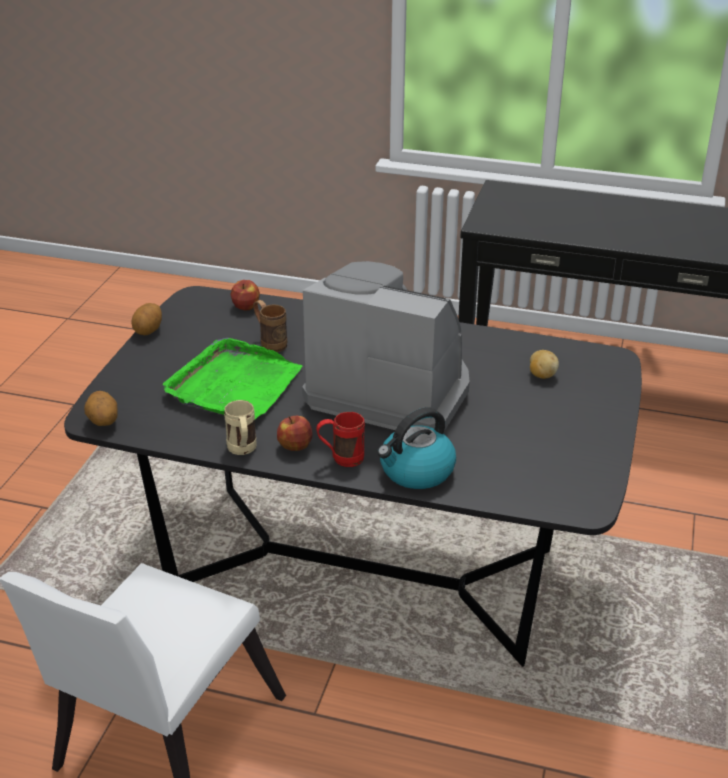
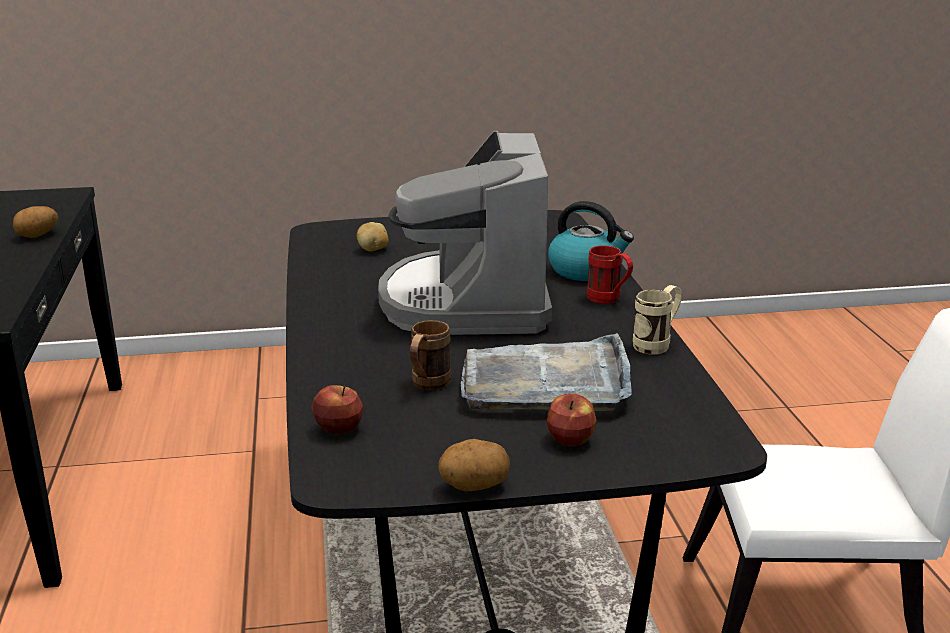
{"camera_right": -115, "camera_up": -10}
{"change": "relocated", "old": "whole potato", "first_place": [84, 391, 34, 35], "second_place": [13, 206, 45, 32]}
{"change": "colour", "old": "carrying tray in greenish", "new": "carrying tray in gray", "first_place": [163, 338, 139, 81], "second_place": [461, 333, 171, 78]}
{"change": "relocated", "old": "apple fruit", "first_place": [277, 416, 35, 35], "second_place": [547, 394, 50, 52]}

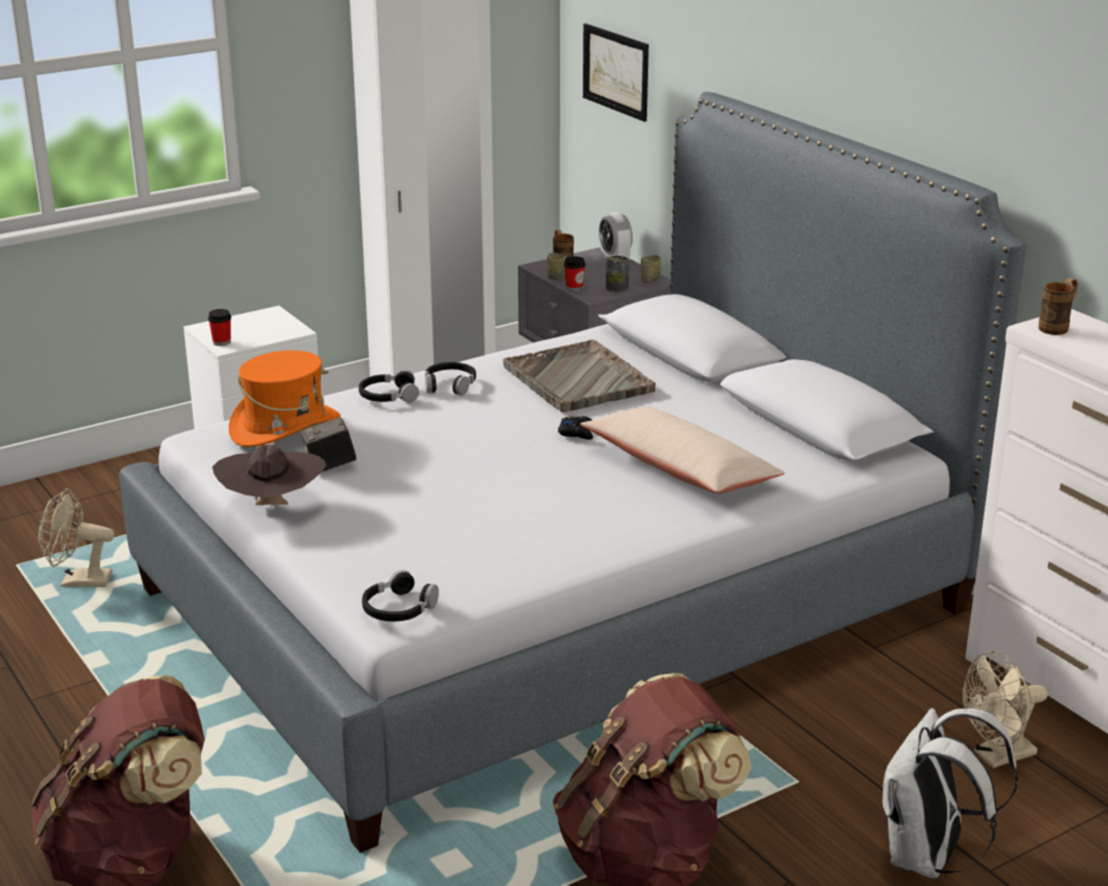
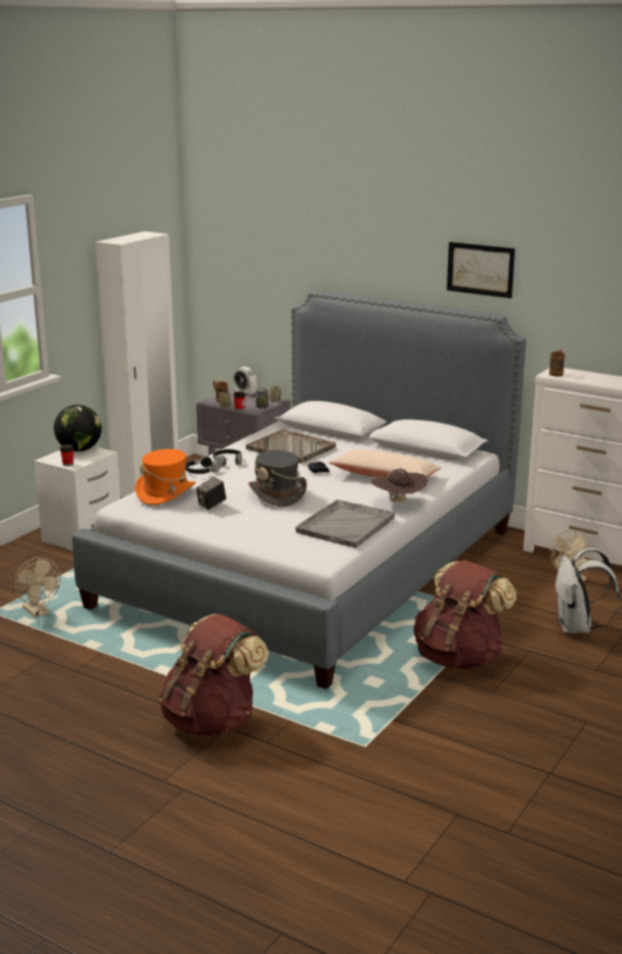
{"camera_right": -25, "camera_up": -5}
{"change": "spun", "old": "cooling fan in beige", "first_place": [39, 488, 75, 99], "second_place": [15, 557, 46, 60], "degrees": -105}
{"change": "relocated", "old": "hat in brown-coloured", "first_place": [212, 445, 115, 60], "second_place": [371, 468, 57, 34]}
{"change": "missing", "old": "headphones in black-coloured", "first_place": [362, 570, 77, 51]}
{"change": "relocated", "old": "wall art", "first_place": [583, 23, 66, 99], "second_place": [447, 242, 68, 56]}
{"change": "appeared", "new": "world globe", "second_place": [54, 405, 48, 47]}
{"change": "appeared", "new": "hat in gray", "second_place": [248, 450, 59, 57]}
{"change": "appeared", "new": "carrying tray in gray", "second_place": [296, 499, 99, 49]}

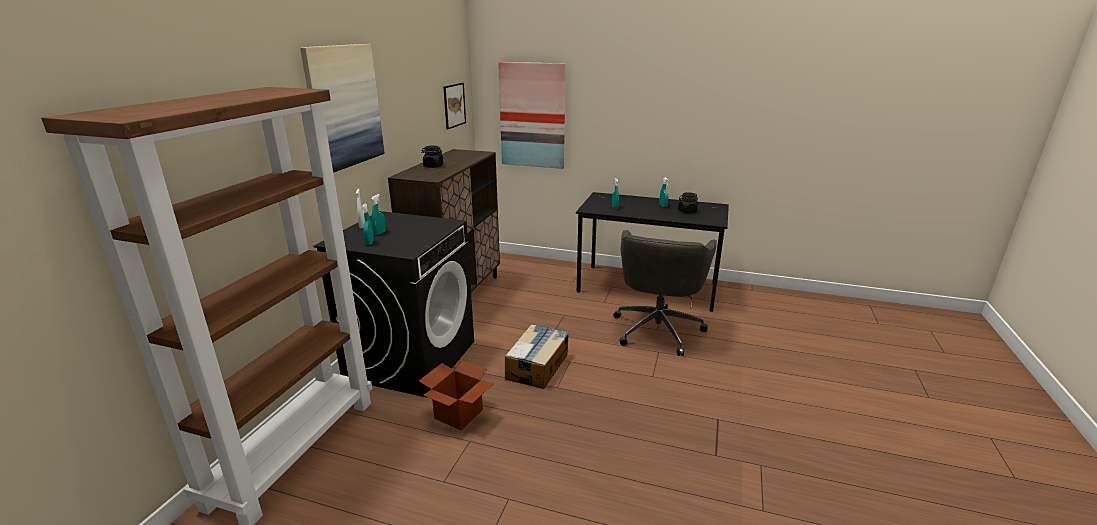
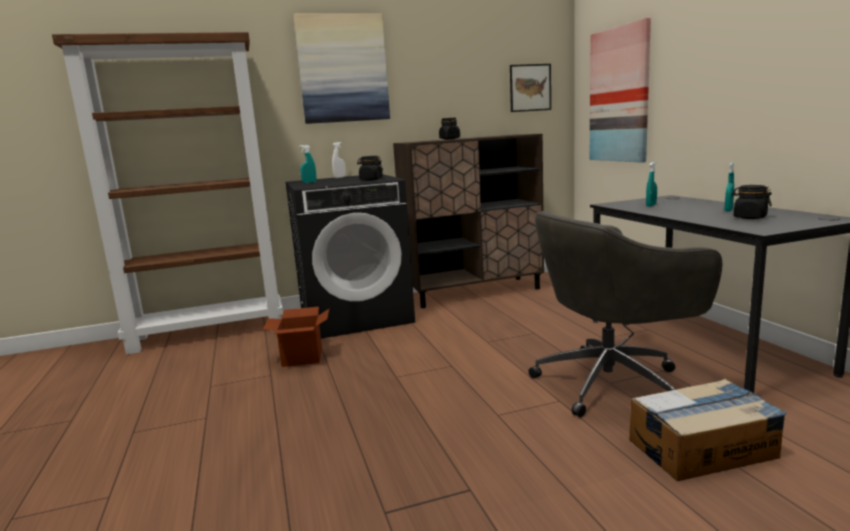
{"camera_right": 55, "camera_up": -10}
{"change": "missing", "old": "sprayer in turquoise-coloured", "first_place": [371, 194, 15, 41]}
{"change": "relocated", "old": "carton", "first_place": [505, 324, 64, 65], "second_place": [629, 379, 158, 102]}
{"change": "appeared", "new": "storage jar in black-coloured", "second_place": [357, 156, 26, 24]}

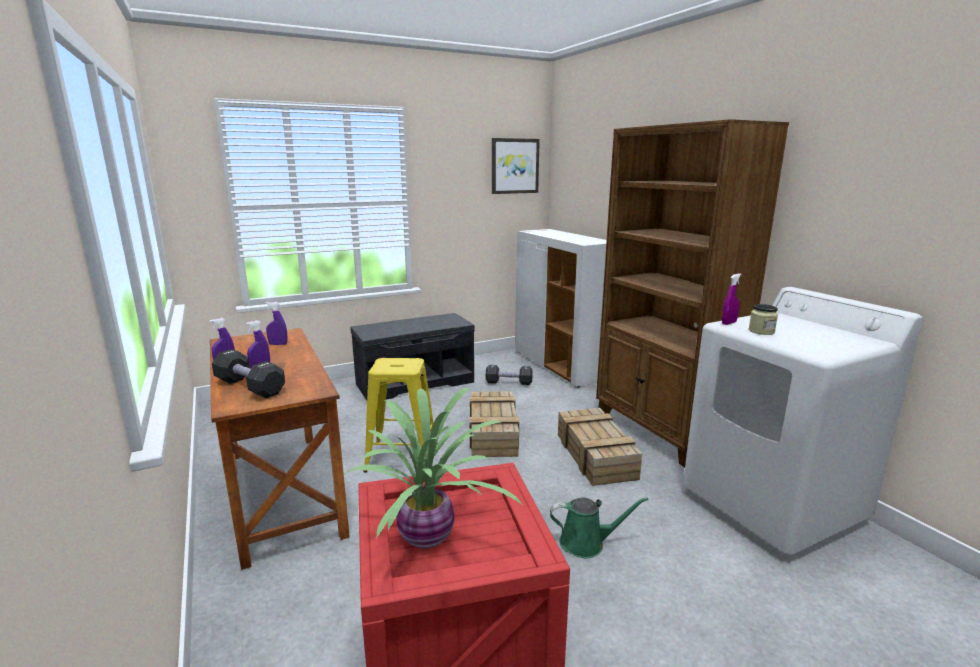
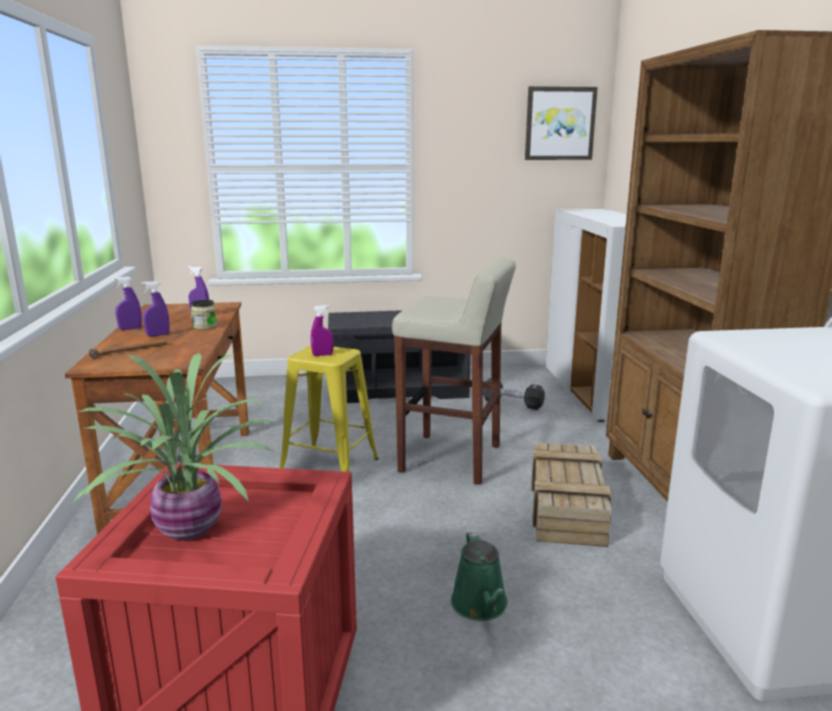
{"camera_right": 20, "camera_up": 0}
{"change": "exchanged", "old": "free weight in black-coloured", "new": "tool hammer", "first_place": [212, 349, 73, 49], "second_place": [89, 339, 78, 20]}
{"change": "exchanged", "old": "packing crate", "new": "stool seat in beige", "first_place": [470, 391, 49, 66], "second_place": [392, 258, 124, 227]}
{"change": "spun", "old": "watering can in greenish", "first_place": [550, 497, 99, 61], "second_place": [451, 531, 57, 90], "degrees": 60}
{"change": "relocated", "old": "sprayer in purple", "first_place": [722, 273, 20, 52], "second_place": [311, 305, 23, 51]}
{"change": "relocated", "old": "storage jar", "first_place": [749, 304, 29, 31], "second_place": [190, 299, 27, 31]}

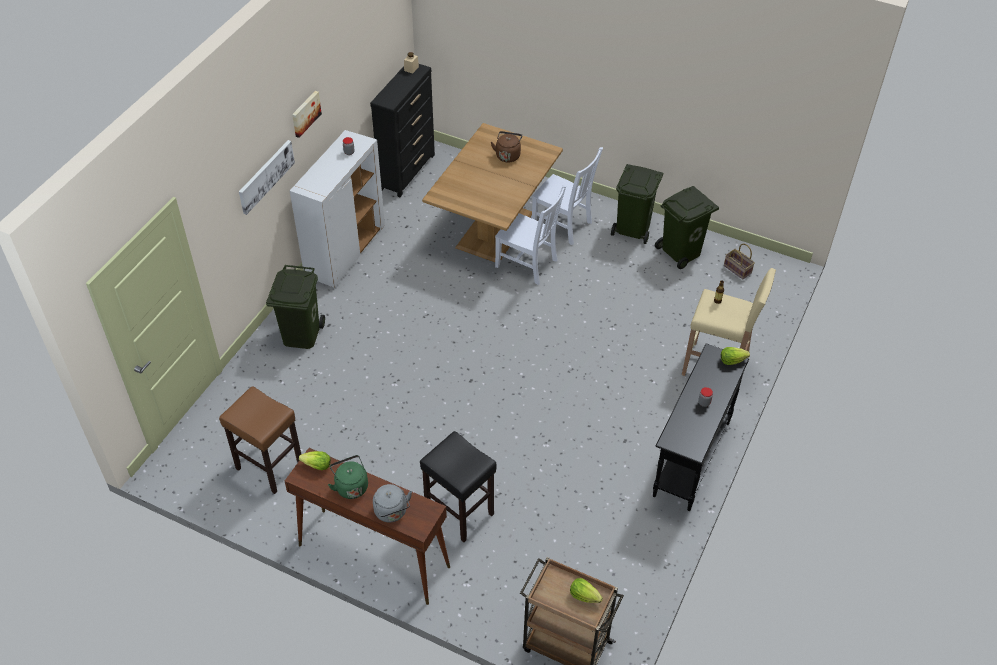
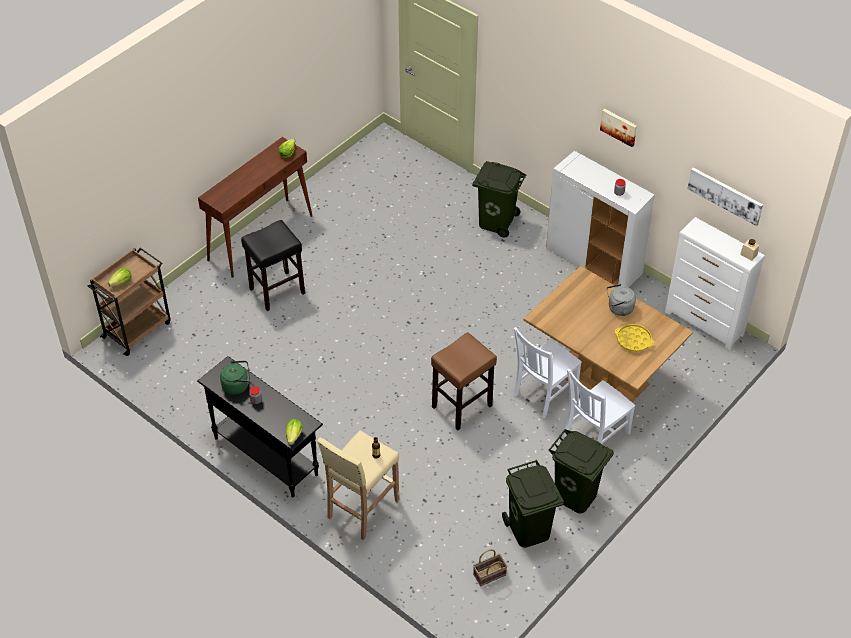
{"camera_right": 105, "camera_up": 0}
{"change": "relocated", "old": "stool seat in brown-coloured", "first_place": [219, 386, 82, 108], "second_place": [431, 332, 66, 98]}
{"change": "relocated", "old": "wall art", "first_place": [239, 140, 56, 75], "second_place": [687, 168, 76, 58]}
{"change": "relocated", "old": "water kettle in greenish", "first_place": [328, 455, 40, 44], "second_place": [220, 360, 30, 35]}
{"change": "colour", "old": "drawer chest in black-coloured", "new": "drawer chest in whitish", "first_place": [370, 64, 65, 133], "second_place": [665, 217, 100, 133]}
{"change": "relocated", "old": "water kettle in gray", "first_place": [373, 484, 39, 38], "second_place": [606, 284, 30, 32]}
{"change": "exchanged", "old": "water kettle in brown-coloured", "new": "carrying tray in yellow", "first_place": [491, 131, 32, 31], "second_place": [615, 324, 39, 28]}

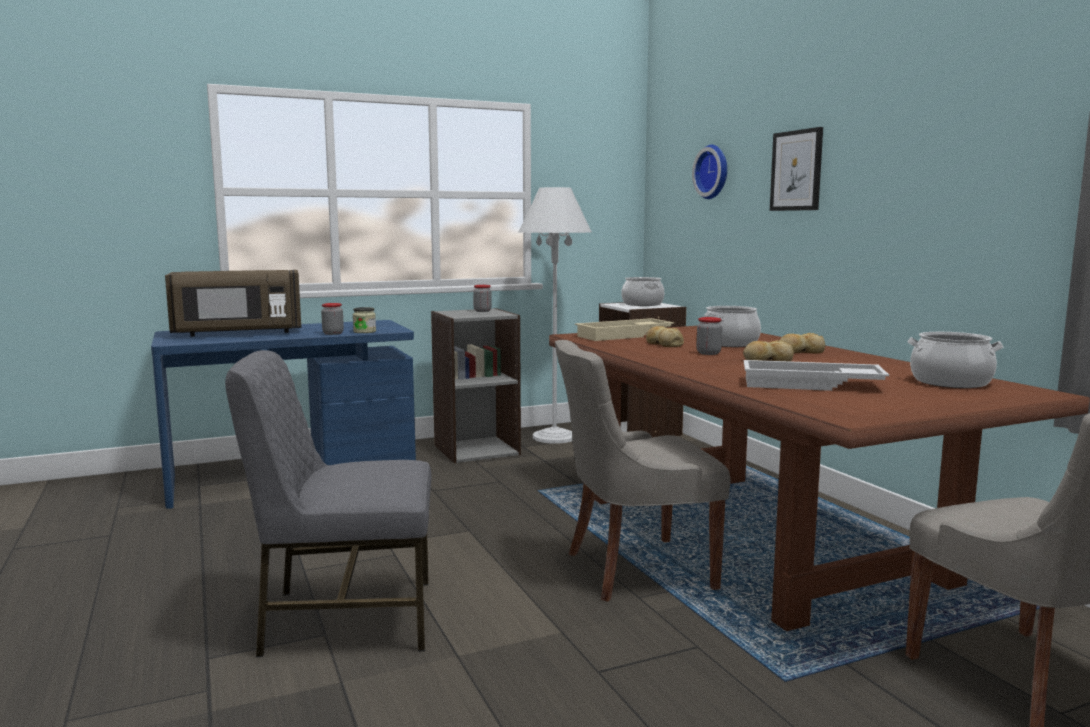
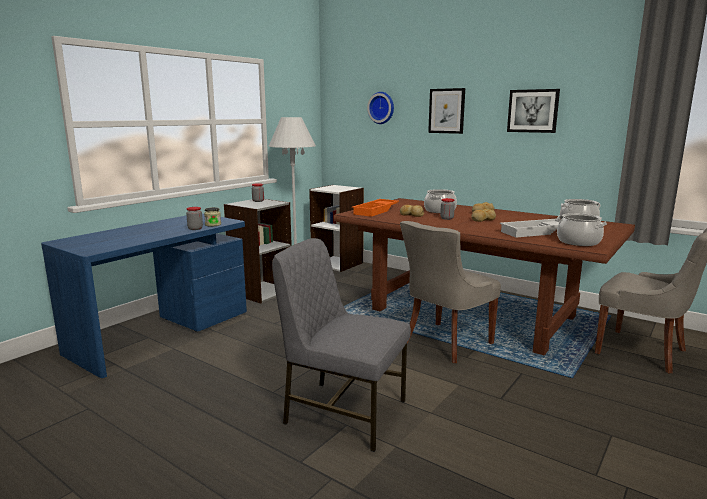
{"camera_right": -30, "camera_up": 5}
{"change": "missing", "old": "kitchen microwave in brown-coloured", "first_place": [165, 270, 136, 67]}
{"change": "spun", "old": "plain chair in gray", "first_place": [225, 350, 207, 307], "second_place": [272, 238, 139, 214], "degrees": 60}
{"change": "colour", "old": "carrying tray in beige", "new": "carrying tray in orangey", "first_place": [575, 318, 99, 23], "second_place": [352, 199, 47, 18]}
{"change": "relocated", "old": "stockpot", "first_place": [621, 277, 43, 29], "second_place": [557, 213, 50, 33]}
{"change": "appeared", "new": "wall art", "second_place": [507, 89, 53, 44]}

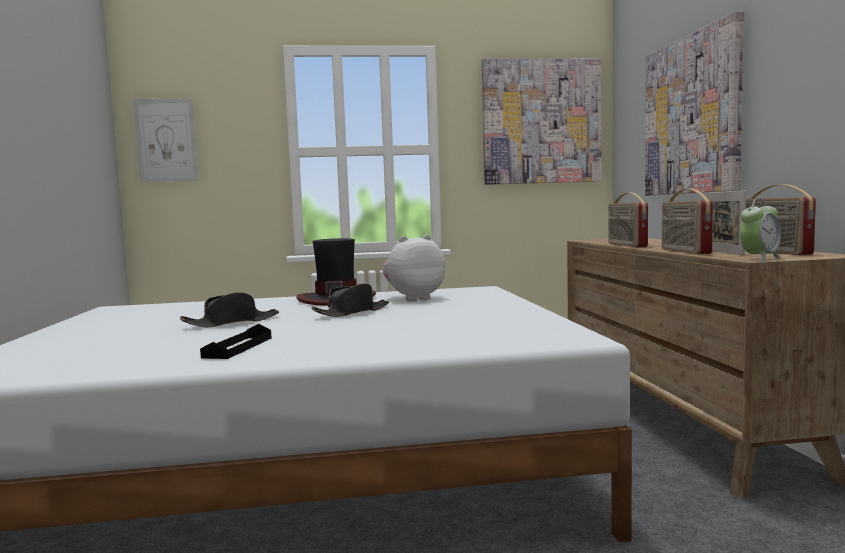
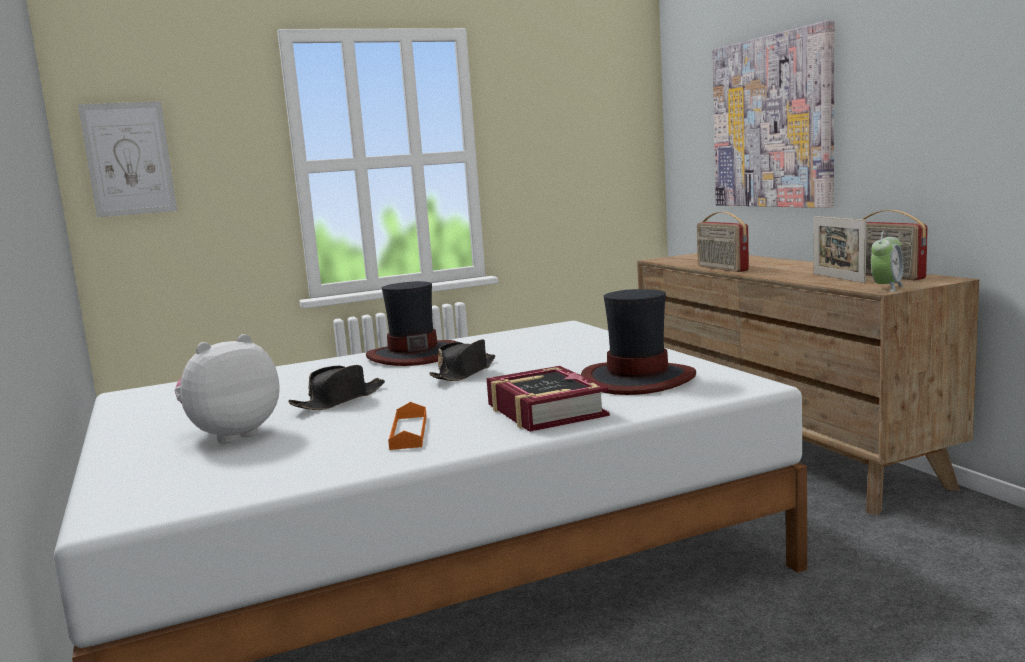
{"camera_right": -15, "camera_up": 5}
{"change": "colour", "old": "carrying tray in black-coloured", "new": "carrying tray in orangey", "first_place": [200, 324, 72, 35], "second_place": [388, 402, 39, 48]}
{"change": "relocated", "old": "cuddly toy", "first_place": [382, 235, 63, 66], "second_place": [175, 334, 105, 110]}
{"change": "missing", "old": "wall art", "first_place": [482, 58, 120, 127]}
{"change": "missing", "old": "radio receiver", "first_place": [662, 188, 51, 66]}
{"change": "appeared", "new": "book", "second_place": [487, 366, 123, 66]}
{"change": "appeared", "new": "hat", "second_place": [581, 289, 115, 106]}

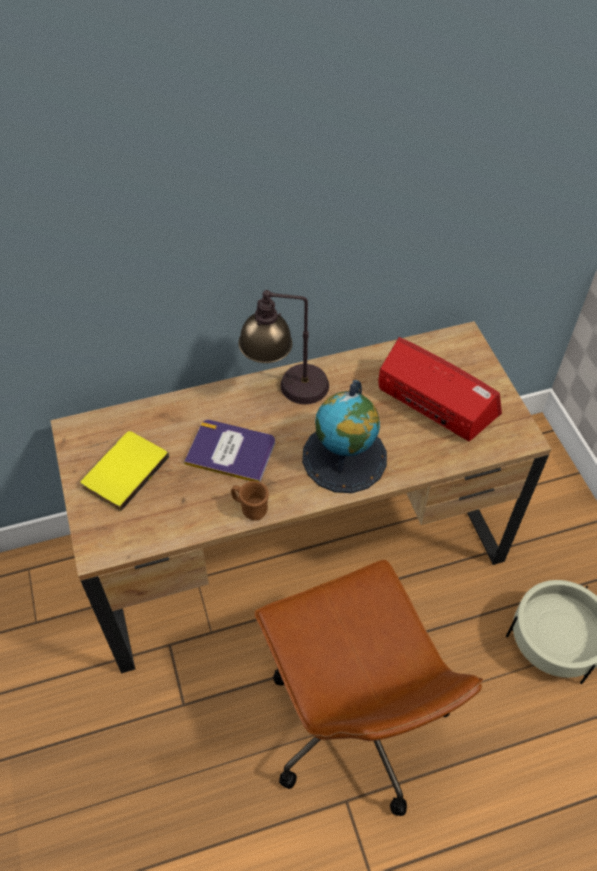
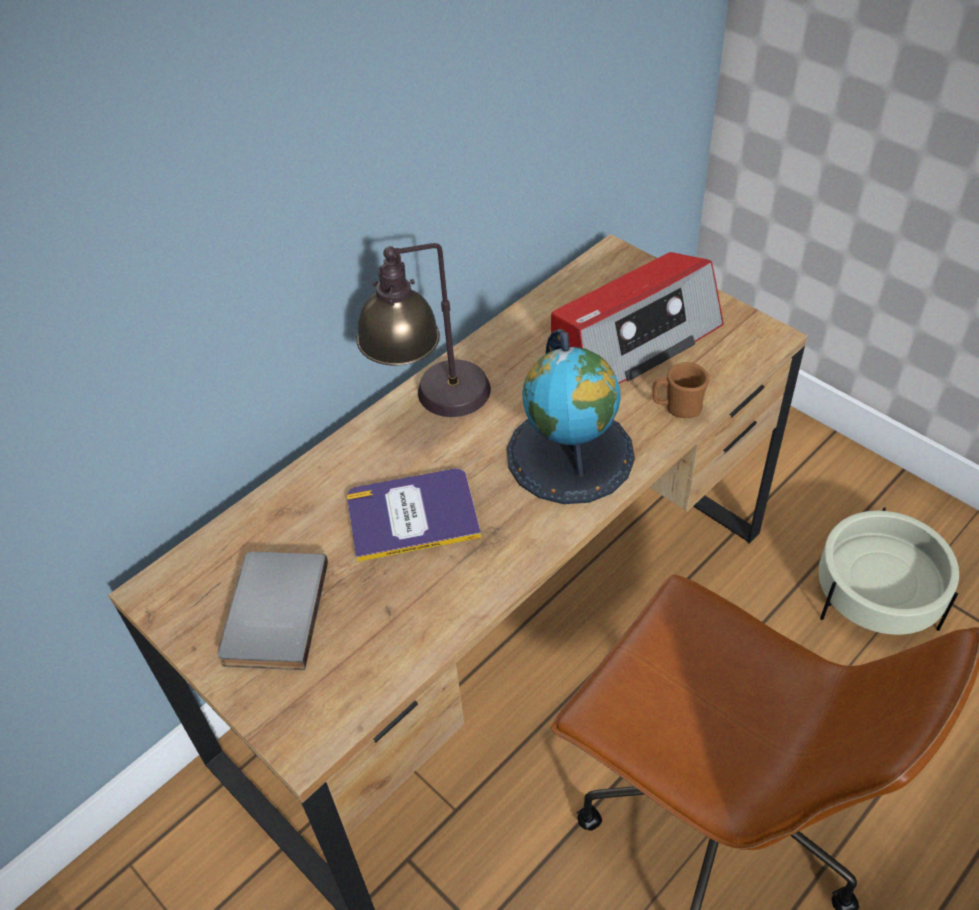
{"camera_right": -25, "camera_up": -5}
{"change": "colour", "old": "book in yellow", "new": "book in gray", "first_place": [81, 431, 88, 80], "second_place": [218, 552, 110, 118]}
{"change": "relocated", "old": "mug in brown-coloured", "first_place": [231, 481, 38, 40], "second_place": [653, 362, 56, 56]}
{"change": "spun", "old": "radio receiver", "first_place": [379, 337, 123, 105], "second_place": [551, 252, 173, 132], "degrees": 135}

